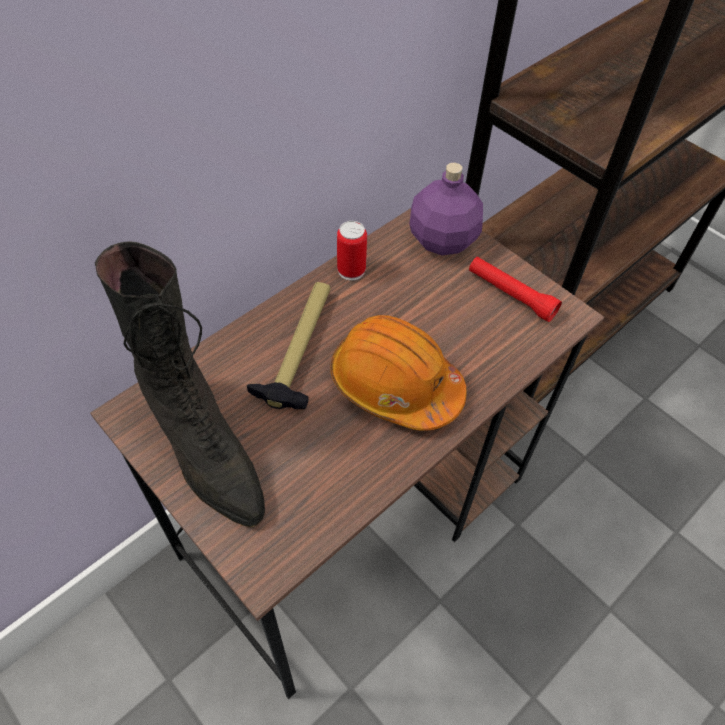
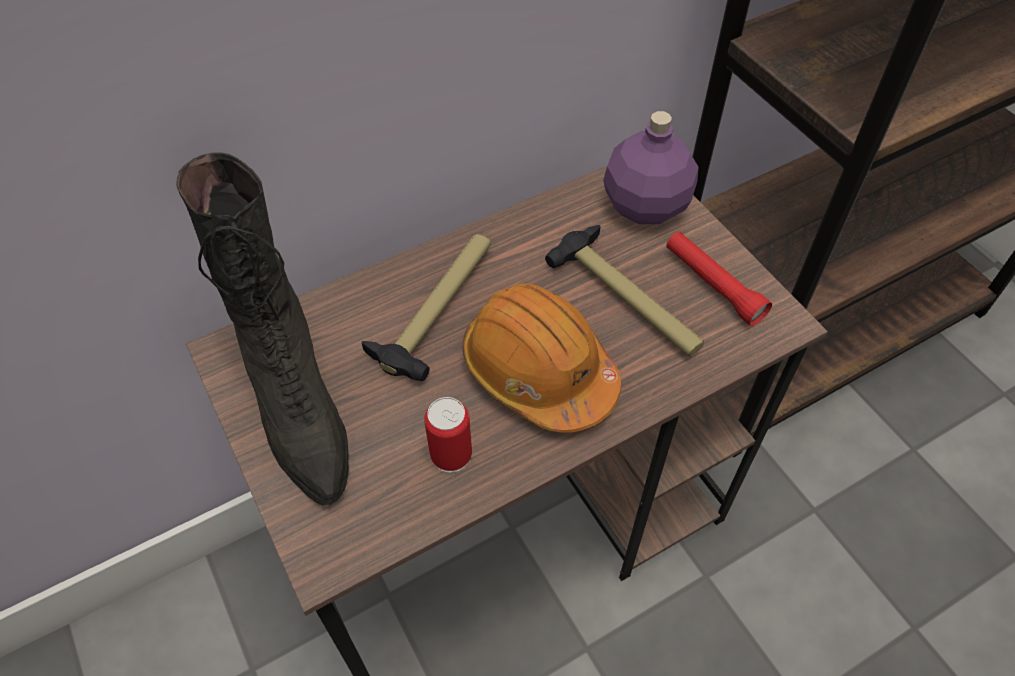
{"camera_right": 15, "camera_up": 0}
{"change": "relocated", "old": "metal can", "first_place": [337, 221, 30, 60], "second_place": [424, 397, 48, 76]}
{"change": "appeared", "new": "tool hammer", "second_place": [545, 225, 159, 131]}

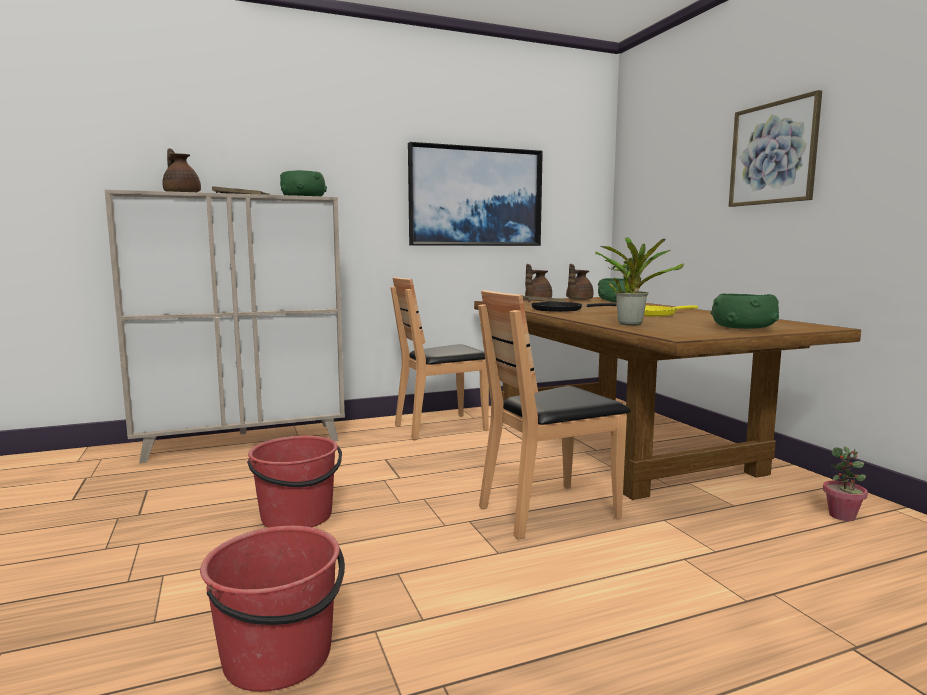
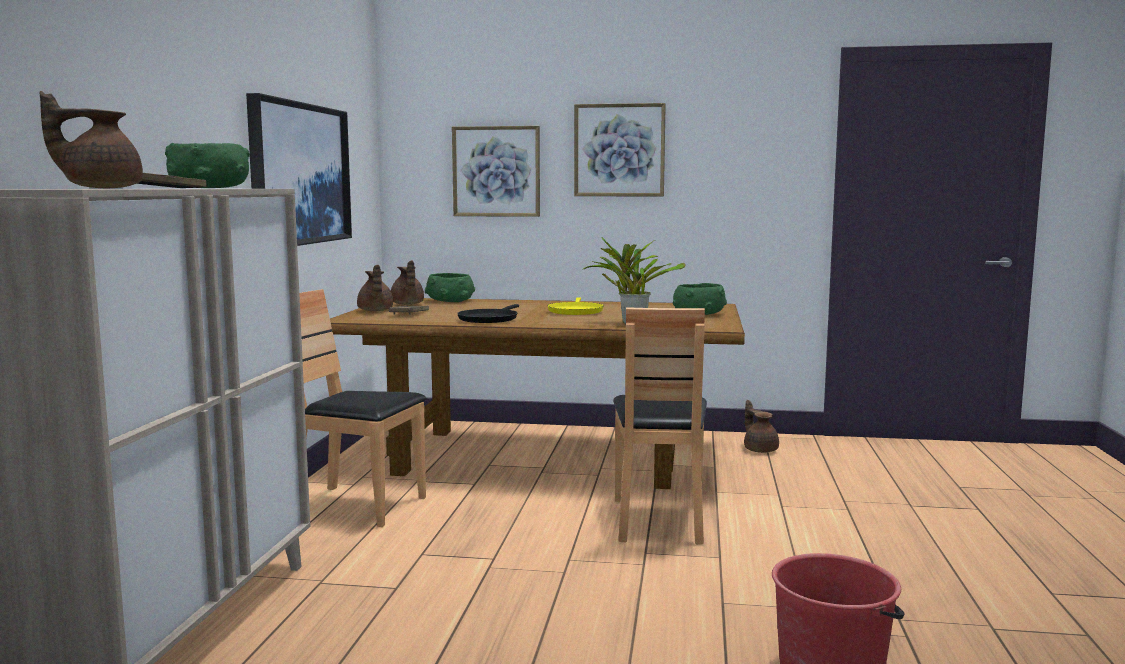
{"camera_right": -60, "camera_up": 0}
{"change": "missing", "old": "water bucket in red-coloured", "first_place": [247, 436, 95, 92]}
{"change": "spun", "old": "plain chair in brown-coloured", "first_place": [391, 277, 98, 163], "second_place": [299, 289, 128, 238], "degrees": 105}
{"change": "exchanged", "old": "houseplant", "new": "pot for tea in brown-coloured", "first_place": [823, 446, 45, 75], "second_place": [744, 400, 35, 53]}
{"change": "appeared", "new": "wall art", "second_place": [452, 126, 88, 91]}

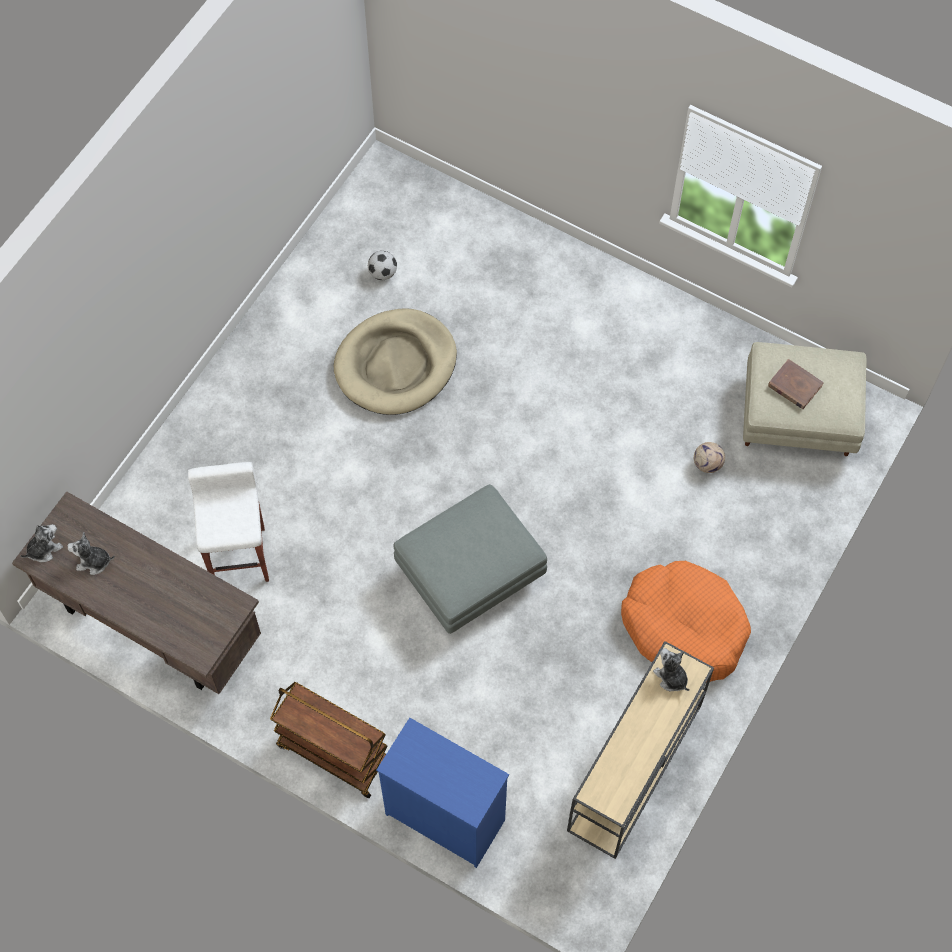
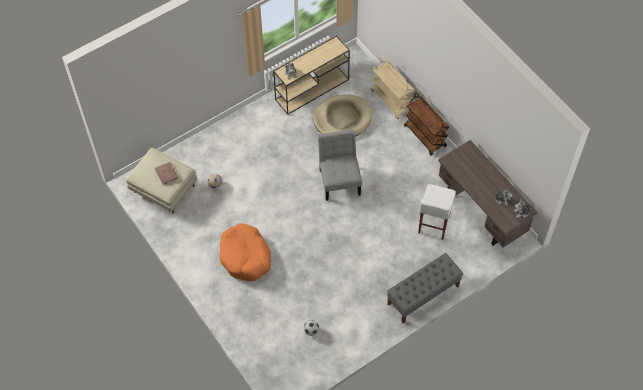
{"camera_right": -155, "camera_up": -5}
{"change": "relocated", "old": "pet bed in beige", "first_place": [334, 308, 123, 107], "second_place": [313, 94, 59, 42]}
{"change": "exchanged", "old": "drawer chest in blue-coloured", "new": "trolley in beige", "first_place": [376, 718, 133, 150], "second_place": [371, 57, 43, 62]}
{"change": "exchanged", "old": "footrest in gray", "new": "plain chair in gray", "first_place": [393, 484, 154, 150], "second_place": [318, 129, 44, 72]}
{"change": "relocated", "old": "pet bed in orangey", "first_place": [621, 561, 130, 121], "second_place": [220, 223, 51, 58]}
{"change": "appeared", "new": "indoor bench in gray", "second_place": [387, 253, 76, 71]}

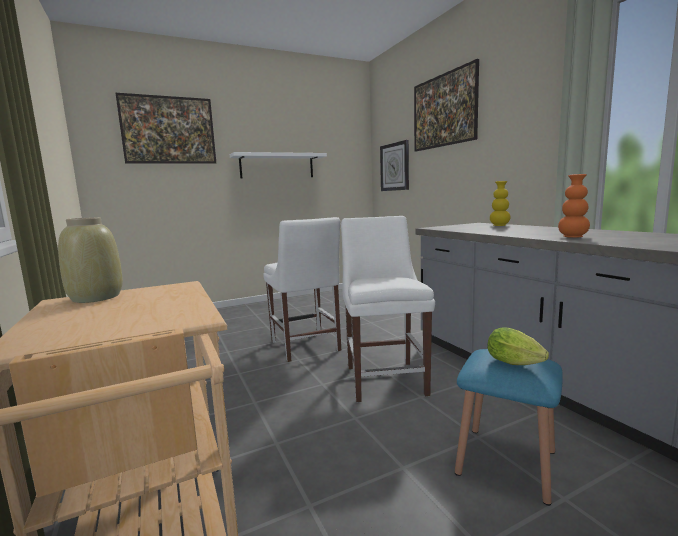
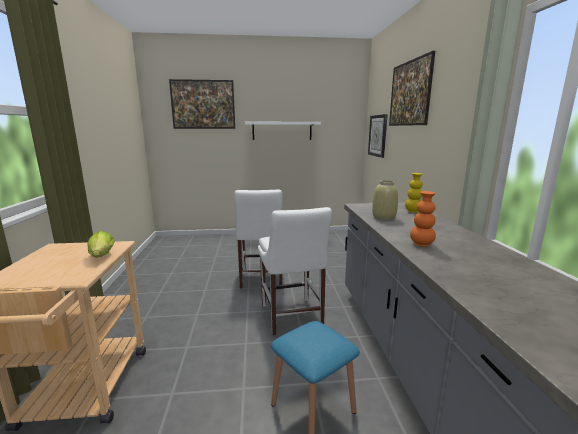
{"camera_right": 20, "camera_up": 5}
{"change": "relocated", "old": "vase in beige", "first_place": [58, 217, 65, 86], "second_place": [372, 180, 26, 41]}
{"change": "spun", "old": "plain chair in whitish", "first_place": [341, 216, 94, 186], "second_place": [258, 207, 74, 128], "degrees": 150}
{"change": "relocated", "old": "lettuce", "first_place": [487, 327, 62, 38], "second_place": [87, 231, 28, 27]}

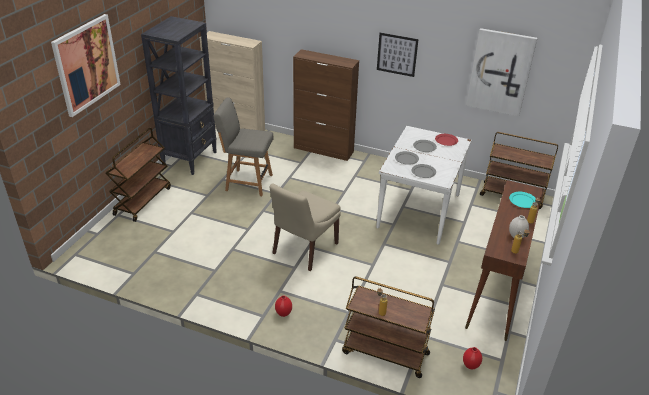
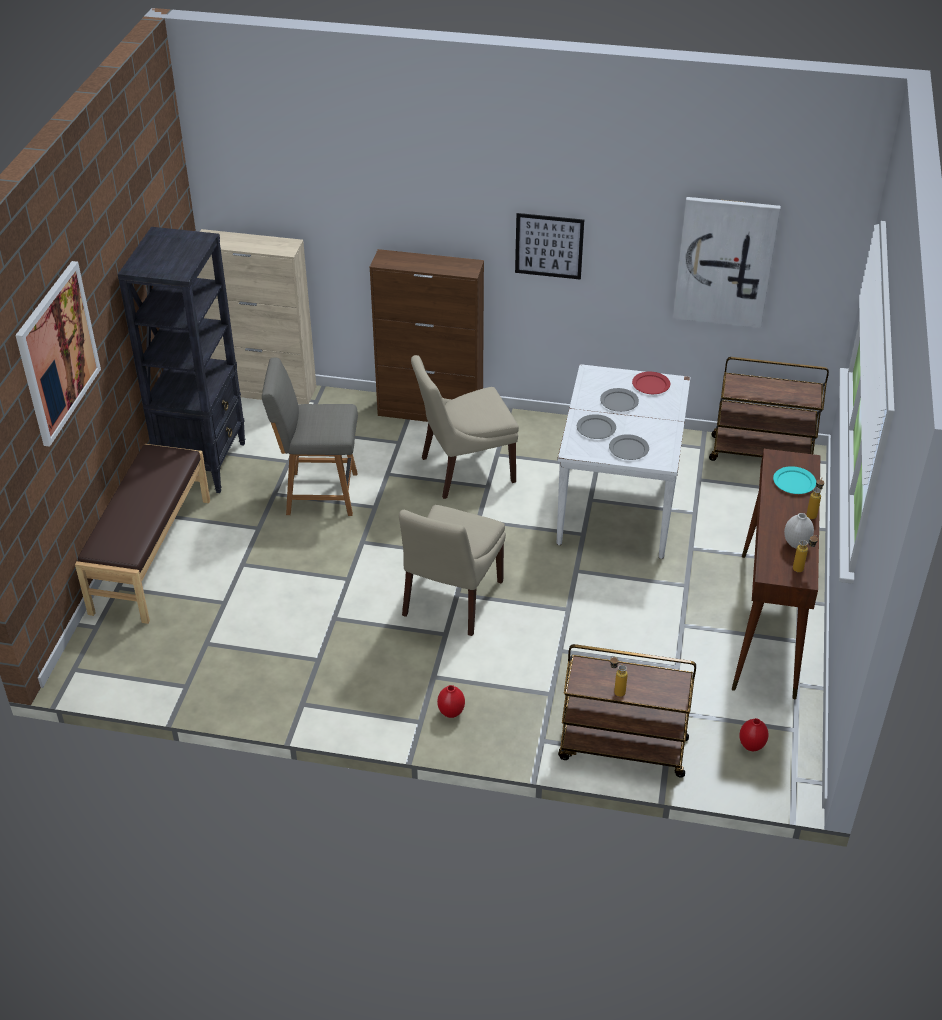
{"camera_right": -10, "camera_up": 5}
{"change": "exchanged", "old": "trolley in brown-coloured", "new": "indoor bench in brown-coloured", "first_place": [105, 128, 66, 94], "second_place": [75, 444, 135, 180]}
{"change": "appeared", "new": "plain chair in beige", "second_place": [411, 355, 108, 144]}

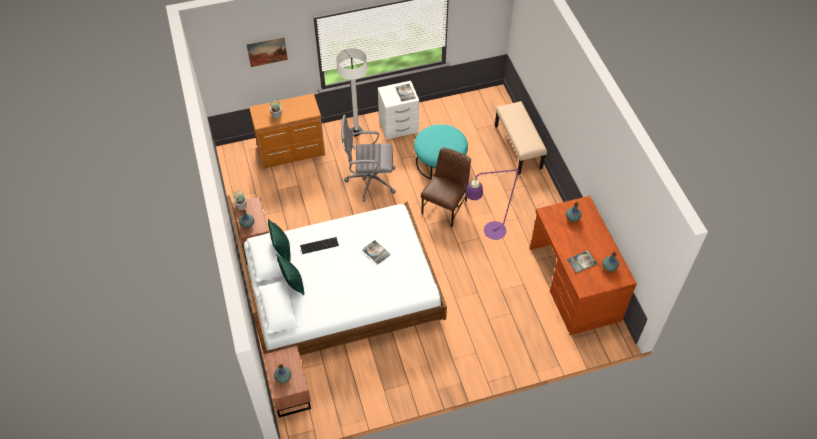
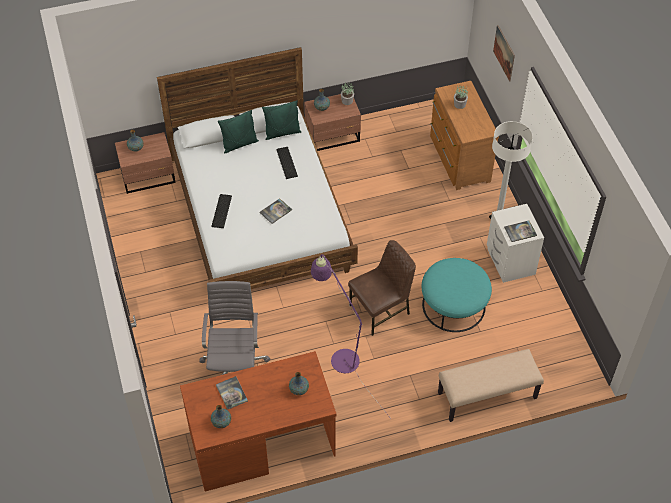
{"camera_right": 90, "camera_up": 0}
{"change": "relocated", "old": "computer chair in gray", "first_place": [341, 115, 55, 87], "second_place": [200, 281, 70, 94]}
{"change": "spun", "old": "plain chair in brown-coloured", "first_place": [421, 147, 50, 80], "second_place": [348, 240, 68, 96], "degrees": -60}
{"change": "appeared", "new": "computer keyboard", "second_place": [211, 194, 21, 34]}

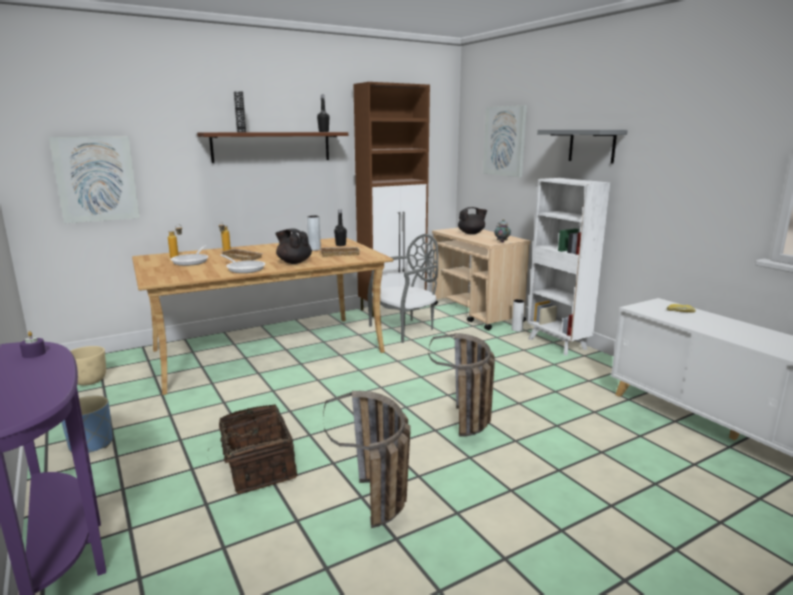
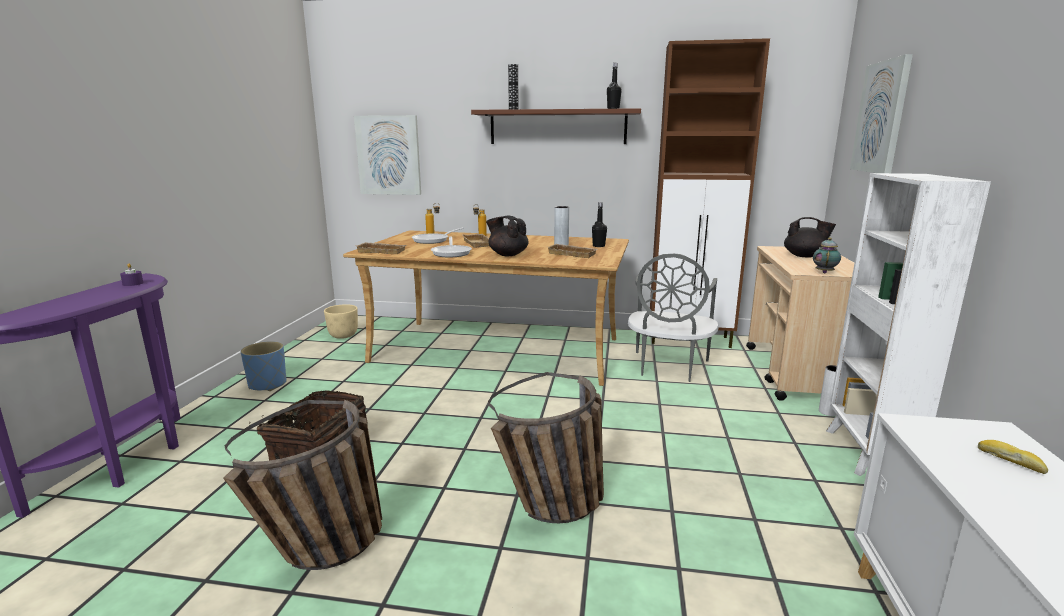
{"camera_right": 40, "camera_up": 0}
{"change": "spun", "old": "pot for tea in black-coloured", "first_place": [275, 228, 37, 36], "second_place": [486, 216, 42, 40], "degrees": -45}
{"change": "spun", "old": "plain chair in gray", "first_place": [367, 234, 71, 109], "second_place": [628, 254, 90, 128], "degrees": 105}
{"change": "missing", "old": "bracket shelf in gray", "first_place": [537, 130, 91, 34]}
{"change": "appeared", "new": "carrying tray in beige", "second_place": [357, 242, 50, 12]}

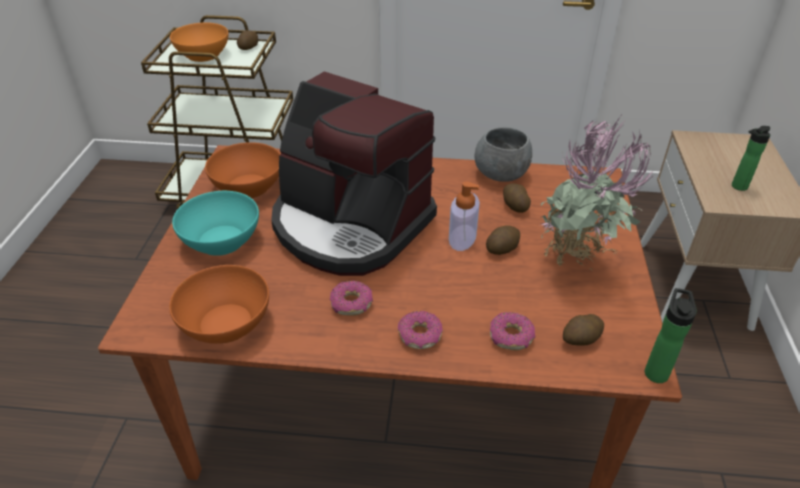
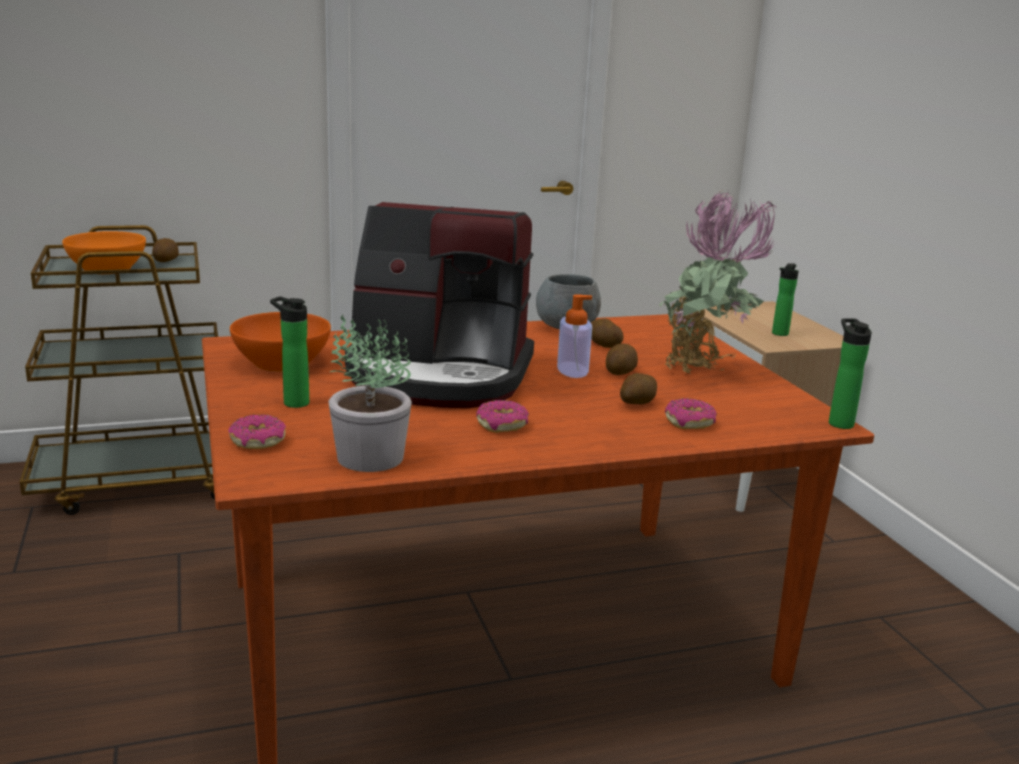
{"camera_right": -25, "camera_up": -20}
{"change": "exchanged", "old": "deep dish in orangey", "new": "houseplant", "first_place": [169, 265, 100, 79], "second_place": [329, 315, 83, 157]}
{"change": "exchanged", "old": "deep dish in turquoise-coloured", "new": "drink bottle", "first_place": [172, 191, 87, 65], "second_place": [270, 296, 39, 112]}
{"change": "relocated", "old": "ring doughnut", "first_place": [398, 311, 45, 38], "second_place": [228, 414, 58, 35]}
{"change": "relocated", "old": "whole potato", "first_place": [563, 314, 41, 31], "second_place": [620, 373, 37, 31]}

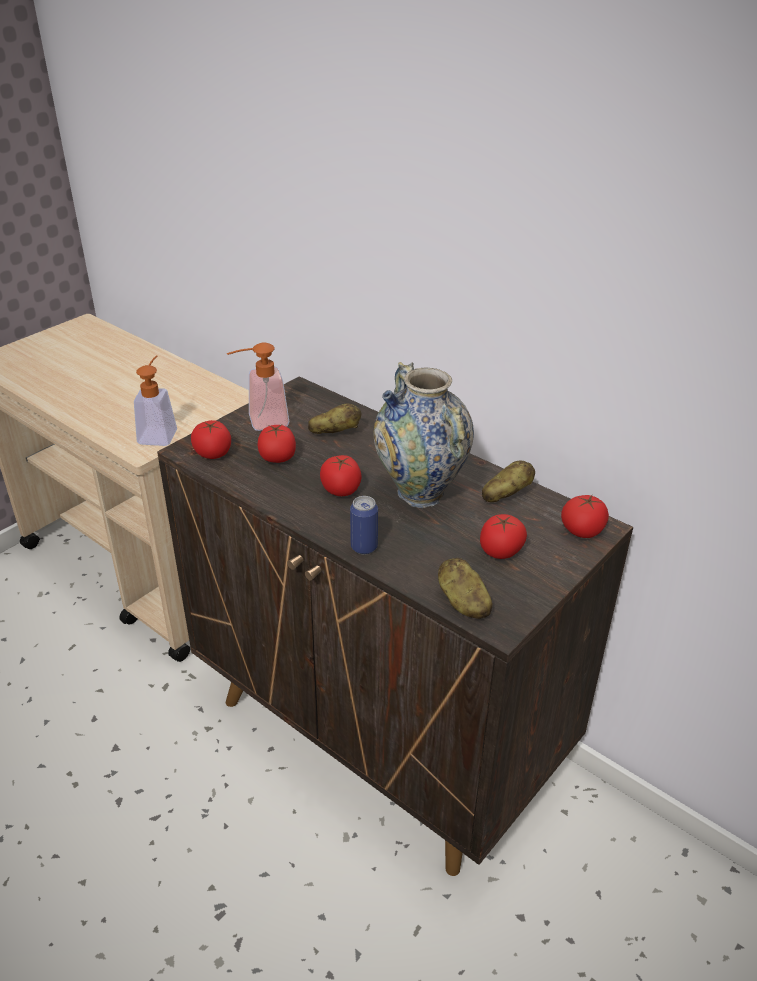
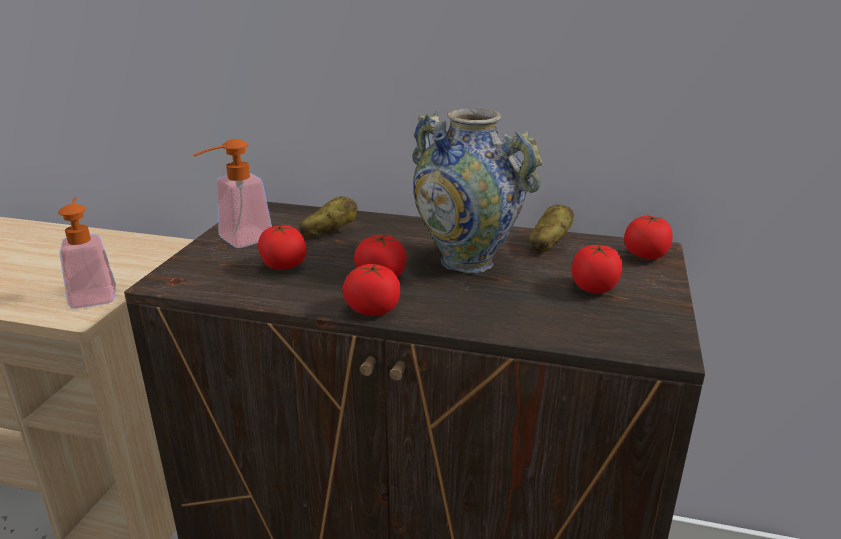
{"camera_right": -25, "camera_up": -10}
{"change": "relocated", "old": "whole tomato", "first_place": [191, 420, 40, 39], "second_place": [342, 264, 58, 52]}
{"change": "missing", "old": "metal can", "first_place": [350, 496, 28, 59]}
{"change": "missing", "old": "whole potato", "first_place": [438, 558, 55, 61]}

